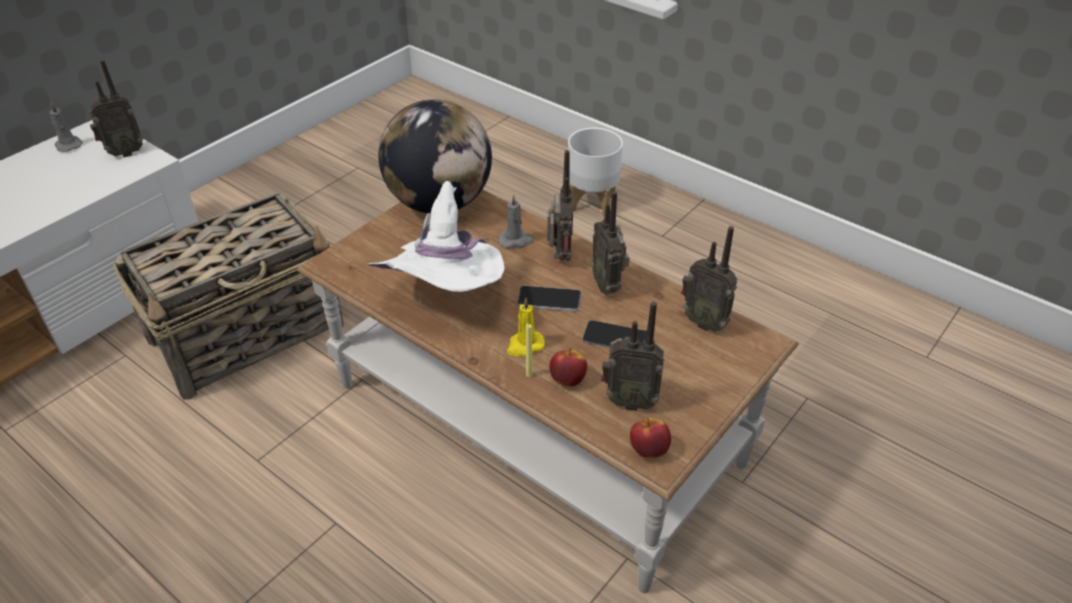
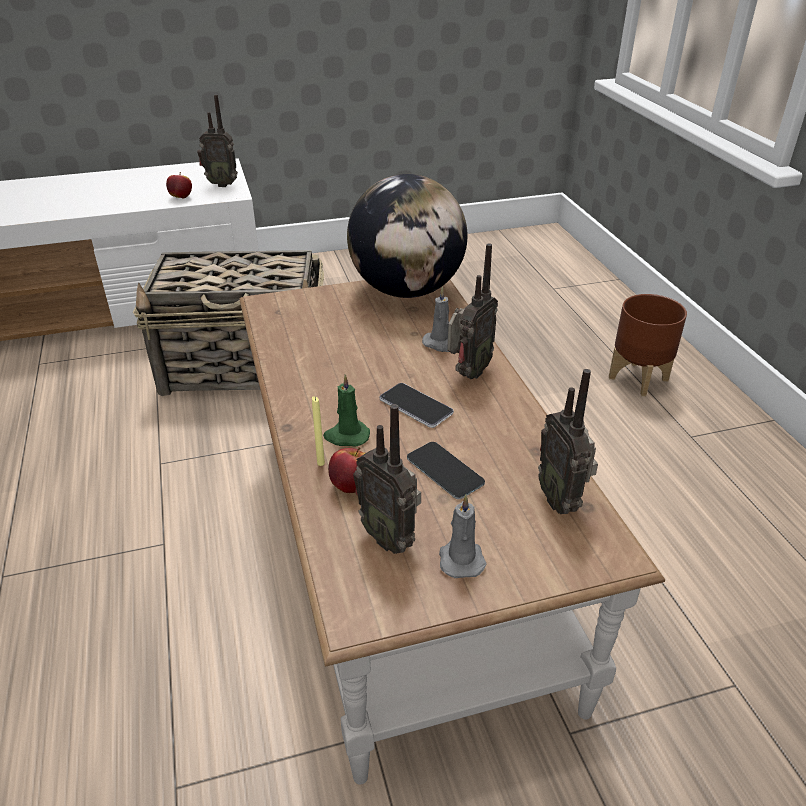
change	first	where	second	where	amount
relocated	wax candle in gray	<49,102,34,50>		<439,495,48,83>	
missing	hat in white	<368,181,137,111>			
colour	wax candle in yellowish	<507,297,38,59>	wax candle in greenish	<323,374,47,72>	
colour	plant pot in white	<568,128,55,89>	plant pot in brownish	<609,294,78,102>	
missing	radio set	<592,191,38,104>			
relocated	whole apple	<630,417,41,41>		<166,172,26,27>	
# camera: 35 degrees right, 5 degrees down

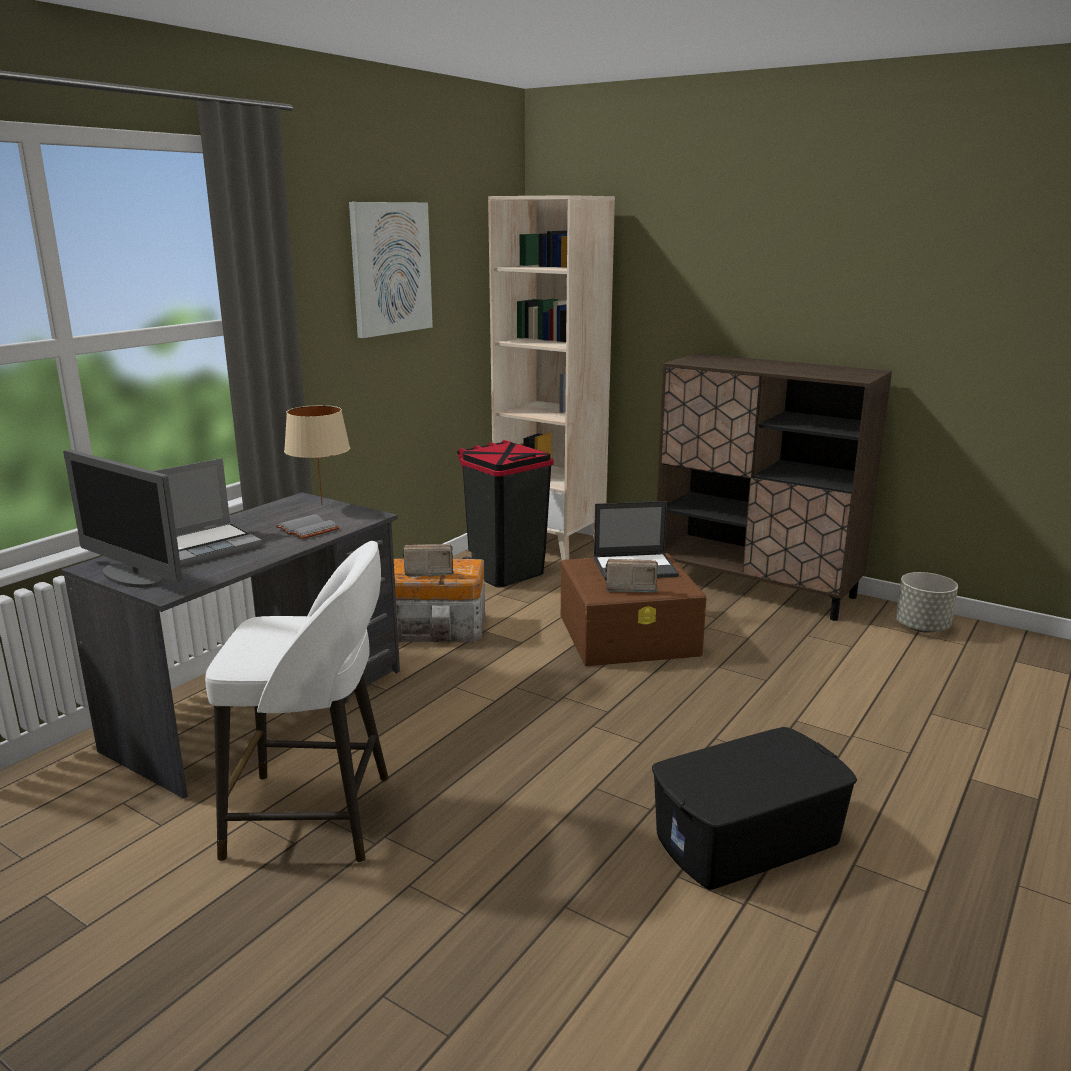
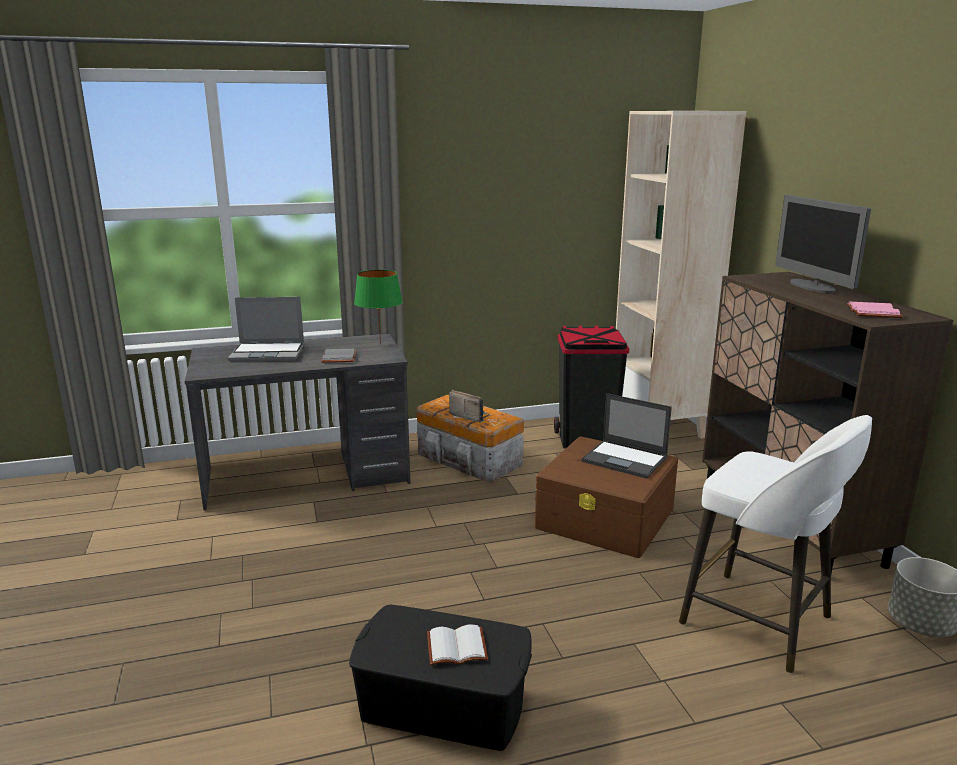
change	first	where	second	where	amount
relocated	monitor	<63,449,120,139>		<775,195,96,98>	
relocated	stool in white	<205,541,183,321>		<679,415,193,258>	
colour	lamp for a table in beige	<284,405,66,99>	lamp for a table in greenish	<354,270,49,75>	
missing	picture	<349,202,84,136>			
missing	radio set	<605,559,53,33>			
appeared			book in white	<427,624,61,41>	
appeared			book in pink	<846,302,56,16>	
# camera: 40 degrees right, 0 degrees up

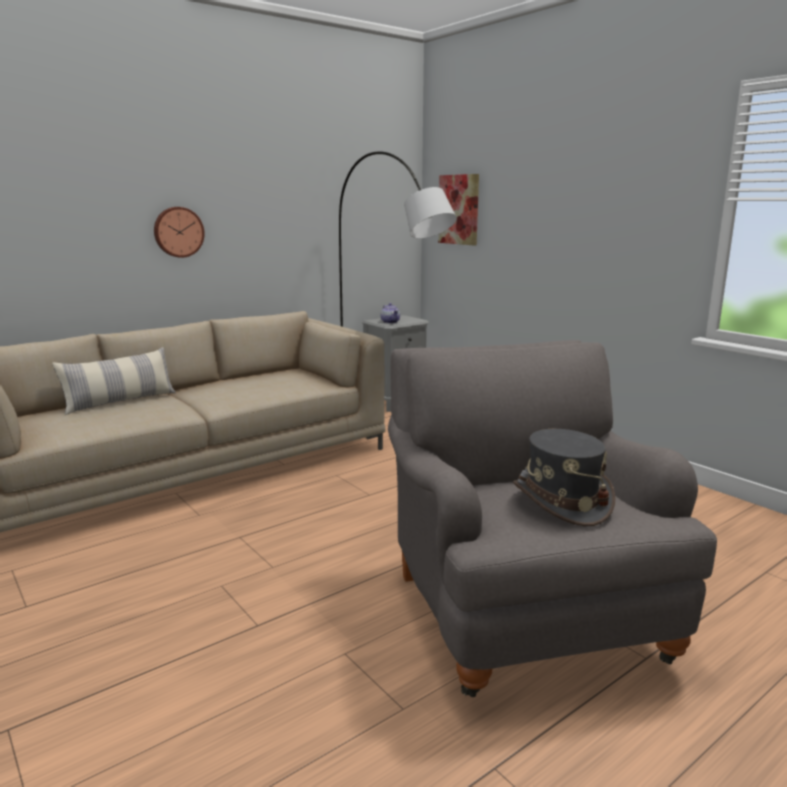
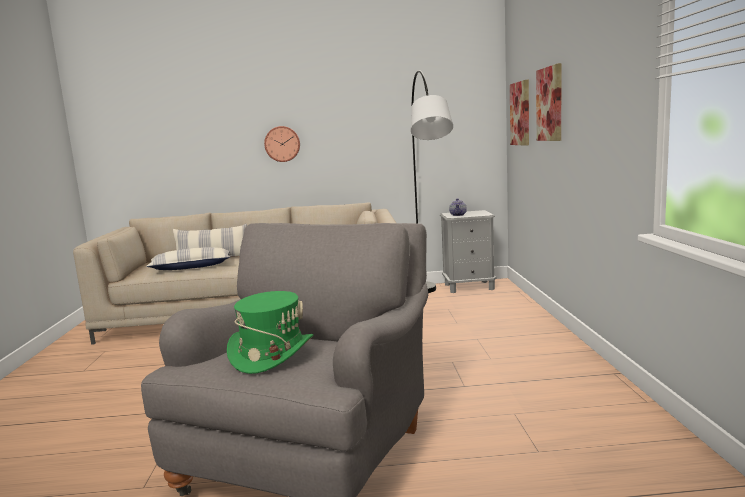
change	first	where	second	where	amount
colour	hat in gray	<513,429,102,97>	hat in greenish	<227,291,86,83>	
appeared			cushion	<146,247,84,23>	
appeared			picture	<536,63,26,78>	
# camera: 35 degrees right, 5 degrees down

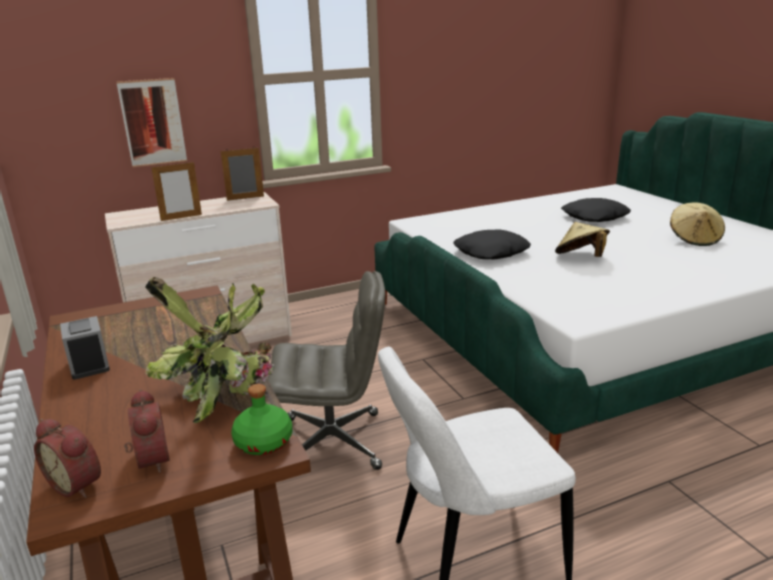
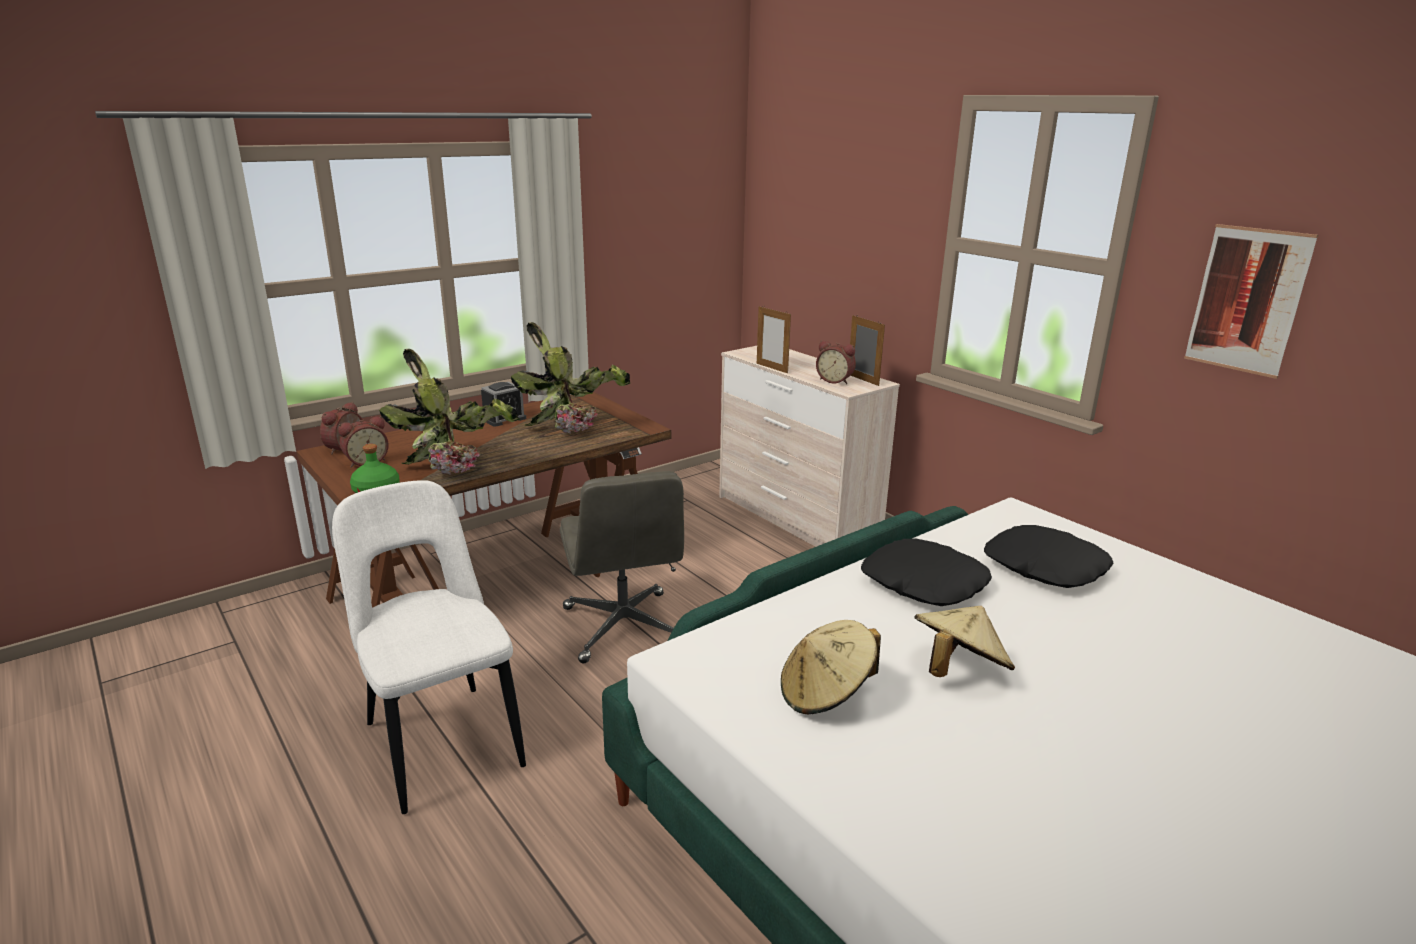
change	first	where	second	where	amount
relocated	picture	<116,78,71,89>		<1184,224,134,155>	
relocated	cushion in blackish	<561,198,70,24>		<984,525,130,63>	
relocated	hat in beige	<670,202,55,44>		<781,620,100,94>	
appeared			potted plant	<511,322,119,112>	
appeared			table clock	<816,340,40,44>	
# camera: 75 degrees right, 0 degrees up

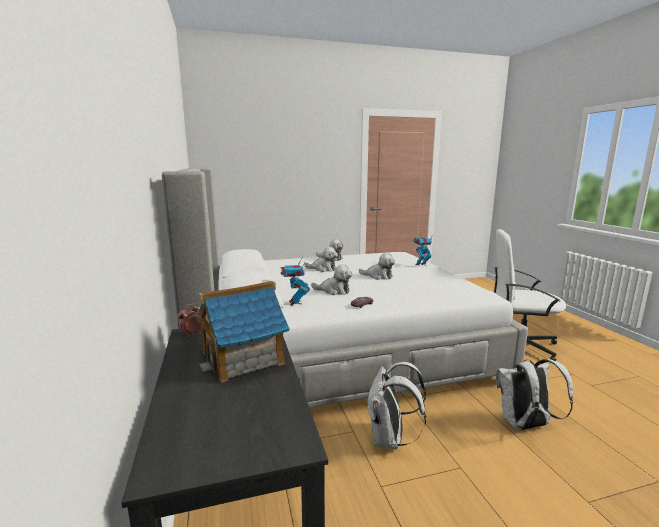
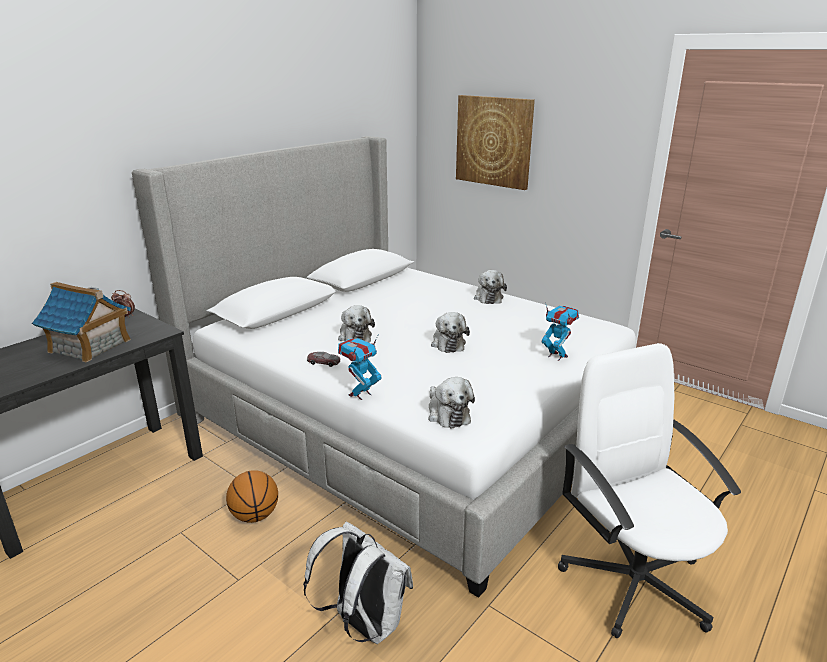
change	first	where	second	where	amount
relocated	model robot	<280,260,30,46>		<338,334,44,66>	
relocated	plush toy	<304,247,34,25>		<428,377,47,51>	
exchanged	rucksack in white	<367,362,59,87>	basketball	<226,470,52,53>	
appeared			picture	<456,95,79,95>	
# camera: 55 degrees right, 10 degrees up

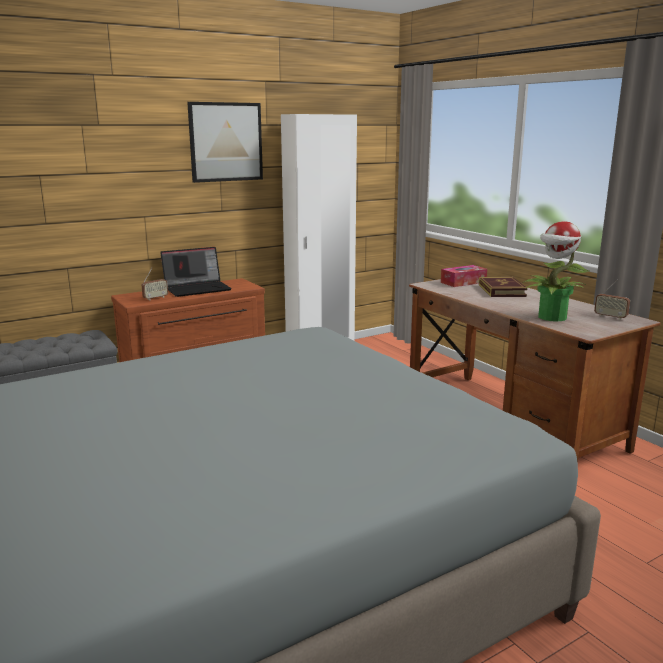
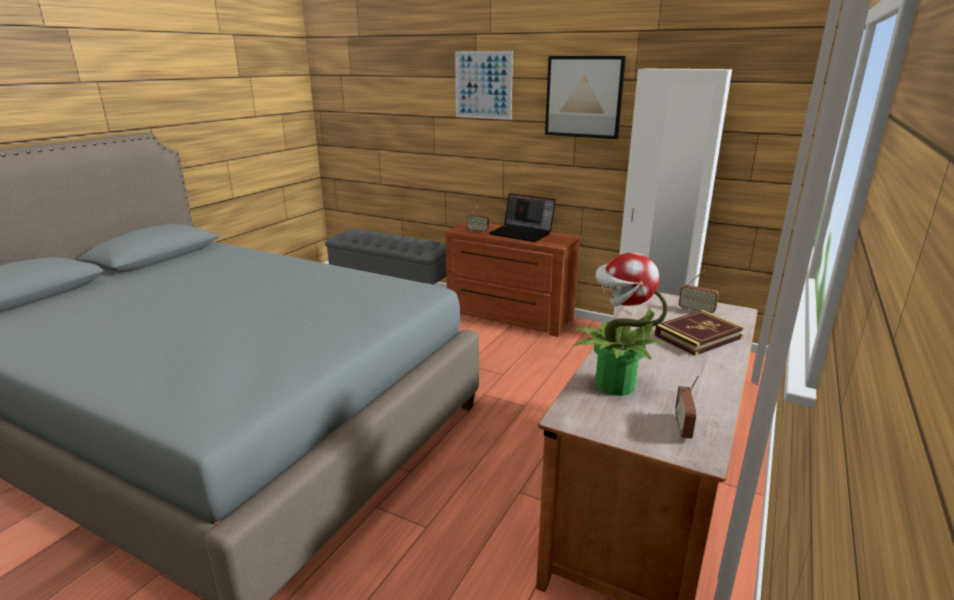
change	first	where	second	where	amount
exchanged	tissue holder	<441,265,46,22>	radio set	<679,270,40,43>	
appeared			picture	<455,51,58,69>	
# camera: 60 degrees right, 5 degrees up

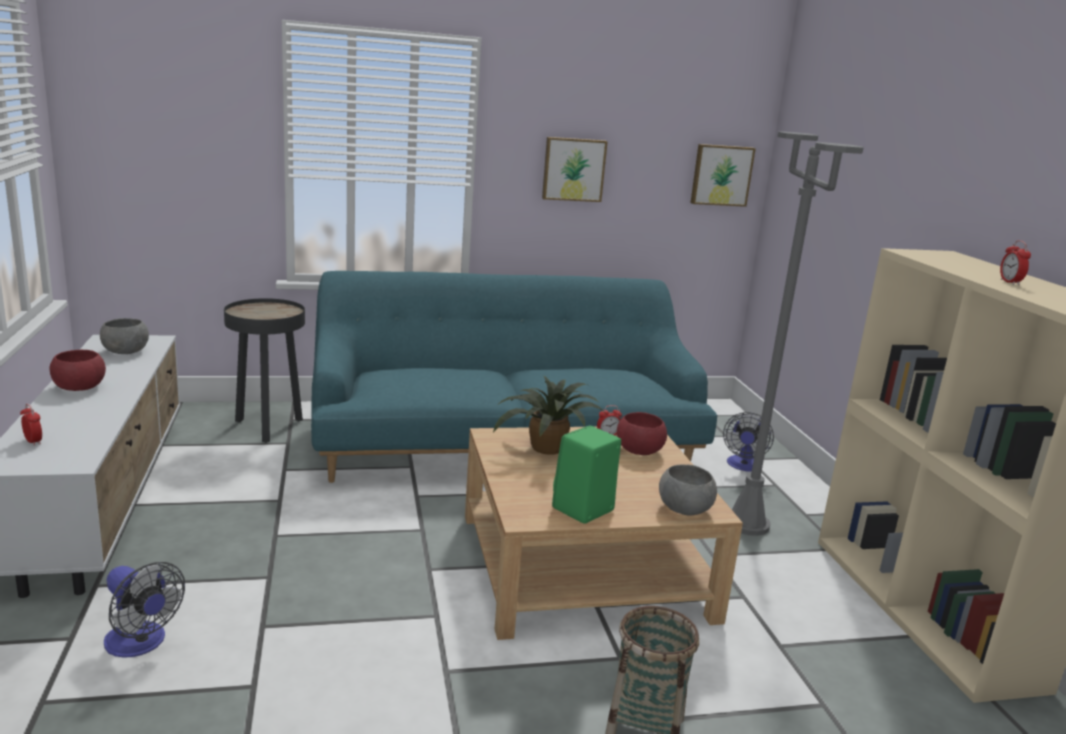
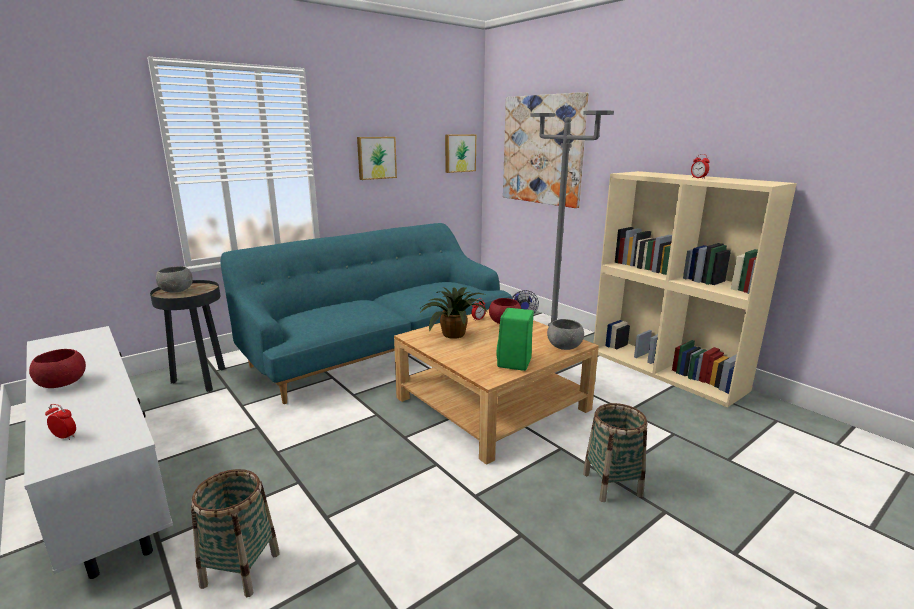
change	first	where	second	where	amount
relocated	deep dish in gray	<100,318,49,36>		<156,266,37,27>	
exchanged	fan	<104,562,81,96>	basket	<191,469,89,128>	
appeared			picture	<503,92,86,116>	
# camera: 25 degrees left, 0 degrees up

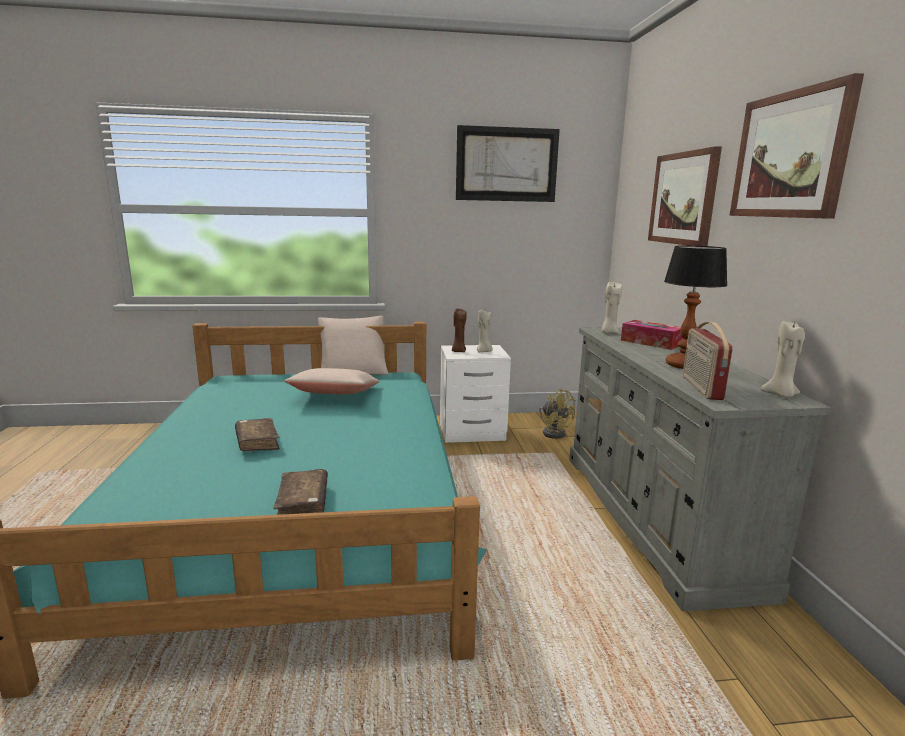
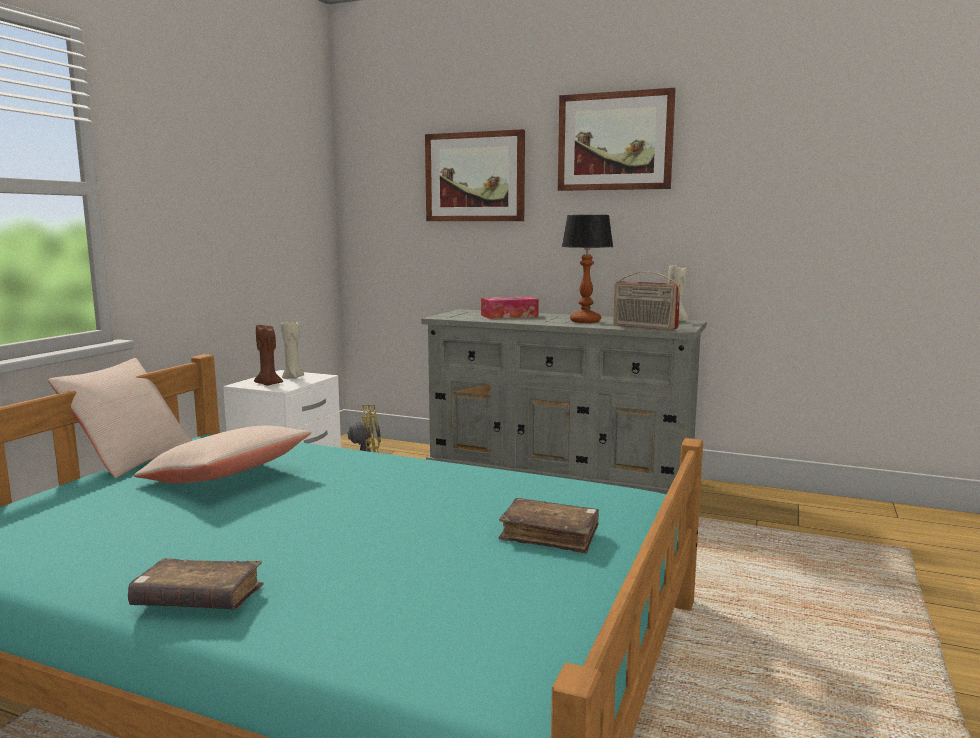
change	first	where	second	where	amount
relocated	book in brownish	<235,418,45,34>		<128,558,136,51>	
missing	picture	<456,125,104,77>			
missing	wax candle in beige	<601,282,21,52>			
# camera: 60 degrees left, 5 degrees down

